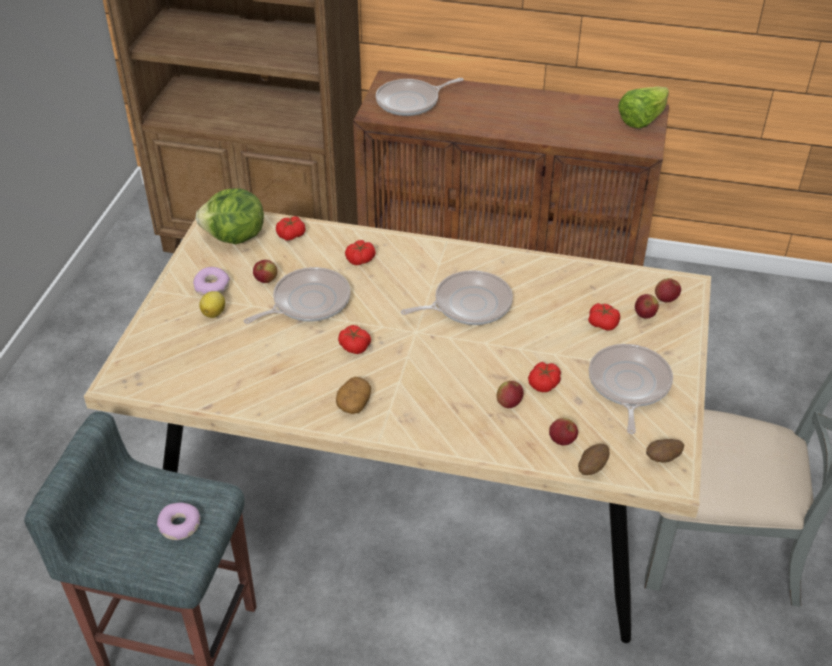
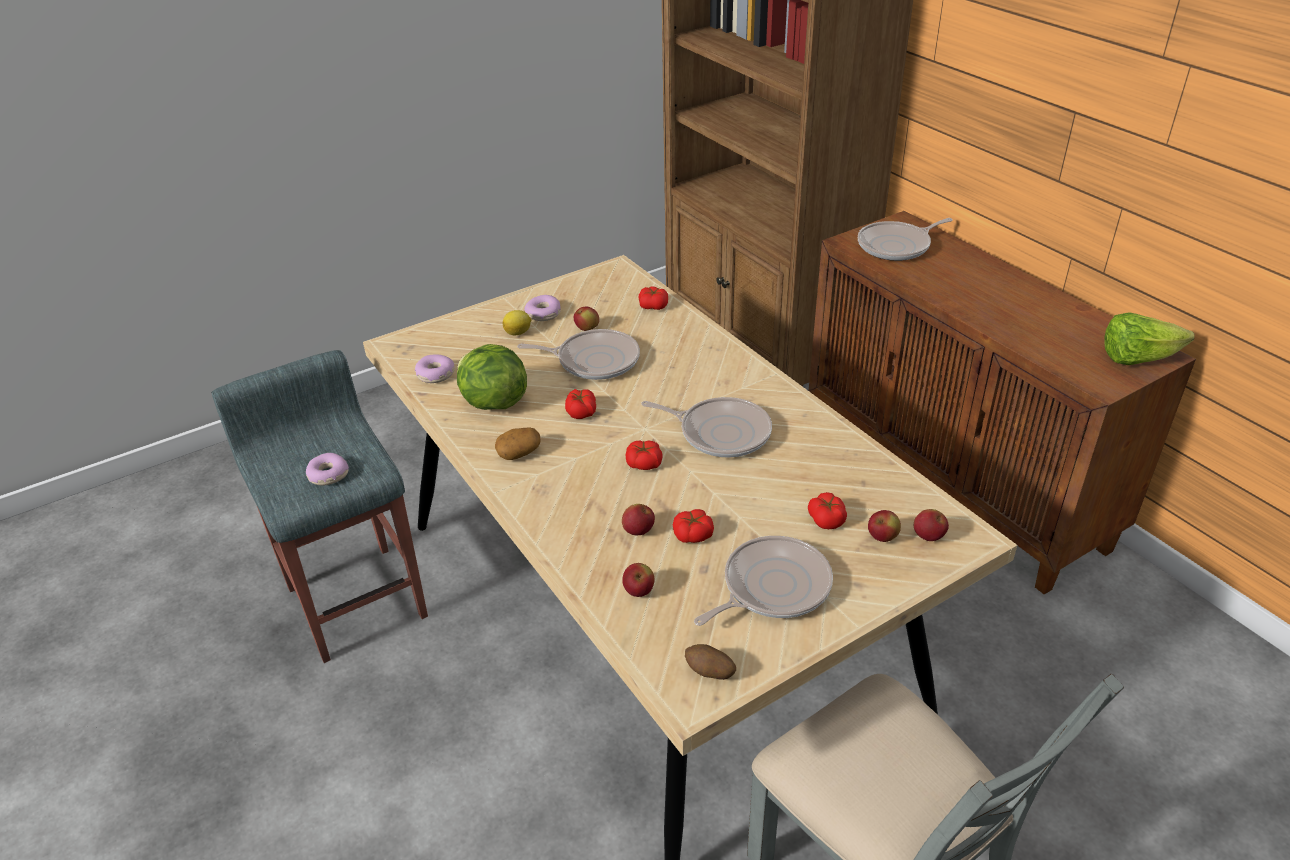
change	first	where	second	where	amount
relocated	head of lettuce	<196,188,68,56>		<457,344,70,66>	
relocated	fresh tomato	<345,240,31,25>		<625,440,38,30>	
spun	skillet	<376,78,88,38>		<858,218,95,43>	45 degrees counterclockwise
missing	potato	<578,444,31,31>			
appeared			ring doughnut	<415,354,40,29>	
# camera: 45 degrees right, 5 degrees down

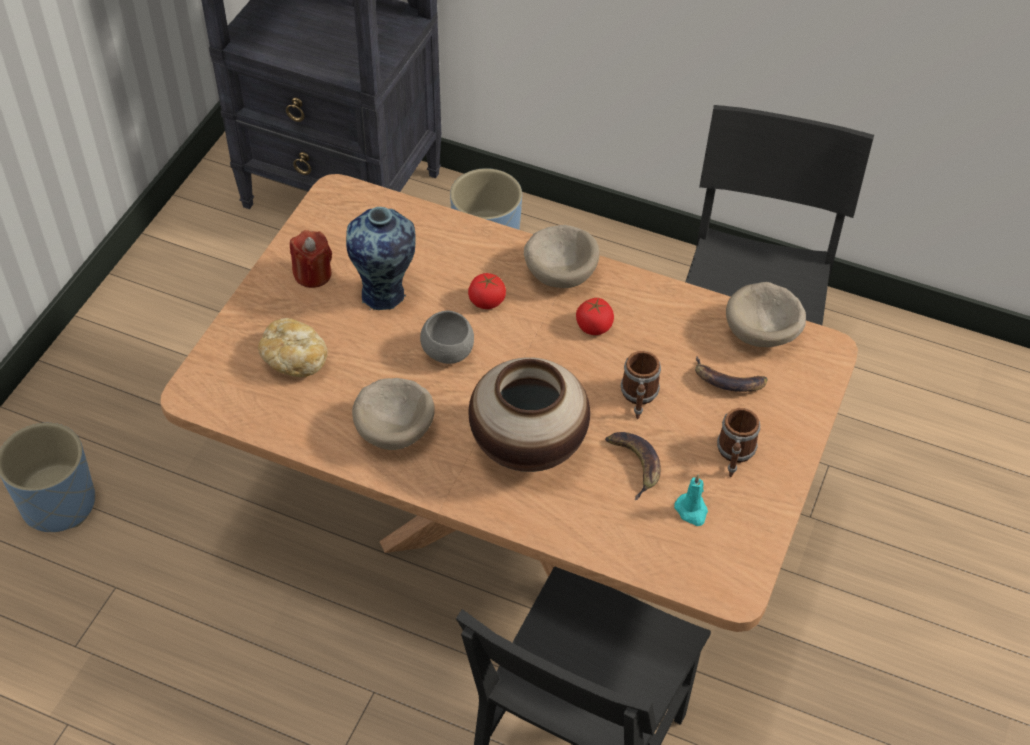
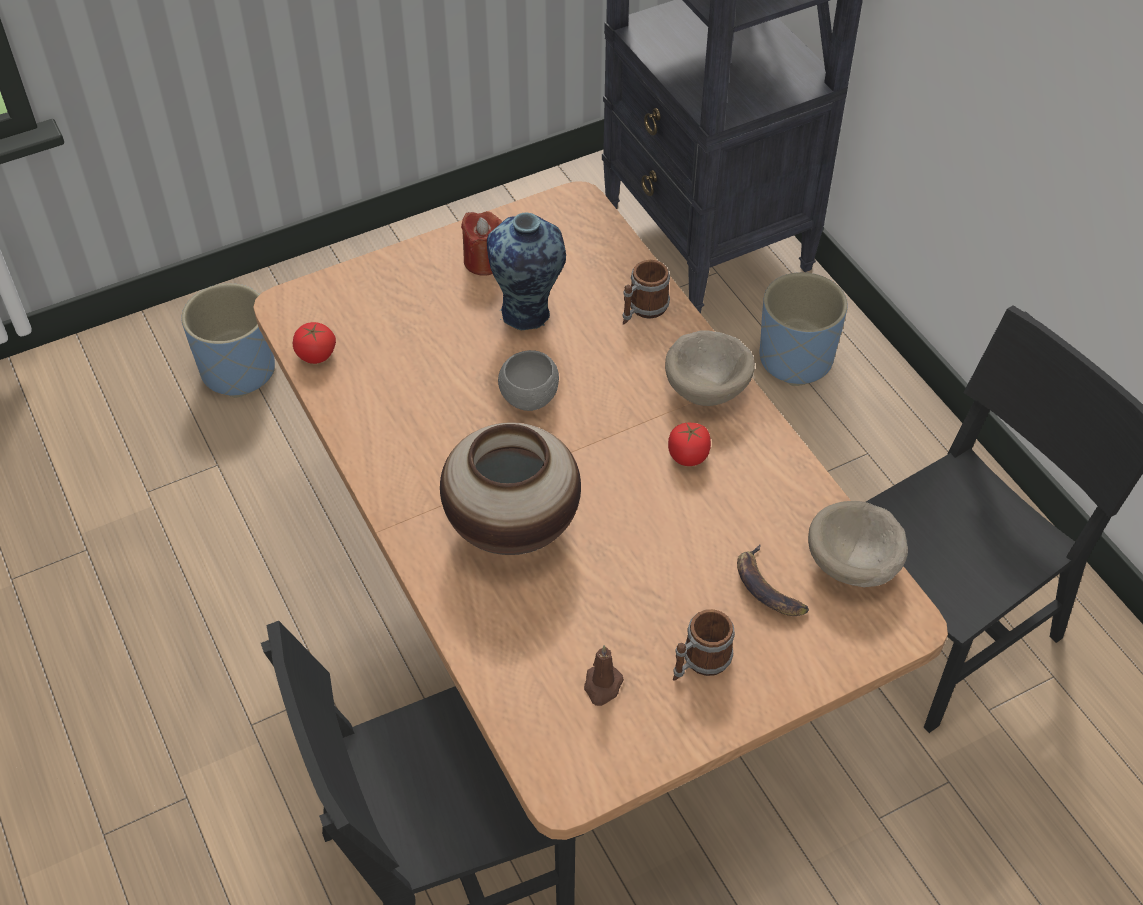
change	first	where	second	where	amount
missing	baked bread	<258,318,70,59>			
missing	deep dish in beige	<352,378,83,72>			
relocated	fresh tomato	<468,273,38,36>		<293,322,43,42>	
missing	whole banana	<605,432,56,68>			
relocated	tea mug	<621,351,40,68>		<623,260,47,64>	
colour	wax candle in turquoise-coloured	<674,475,34,51>	wax candle in brownish	<584,645,40,61>	
# camera: 40 degrees right, 0 degrees up

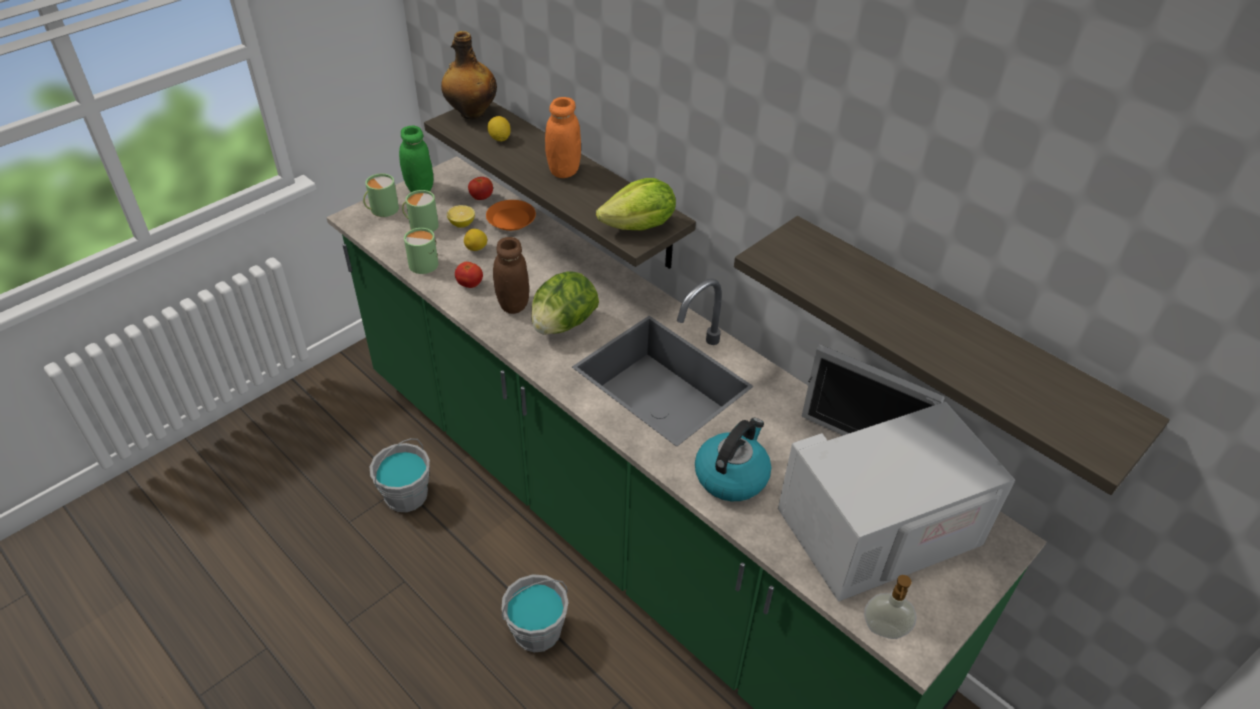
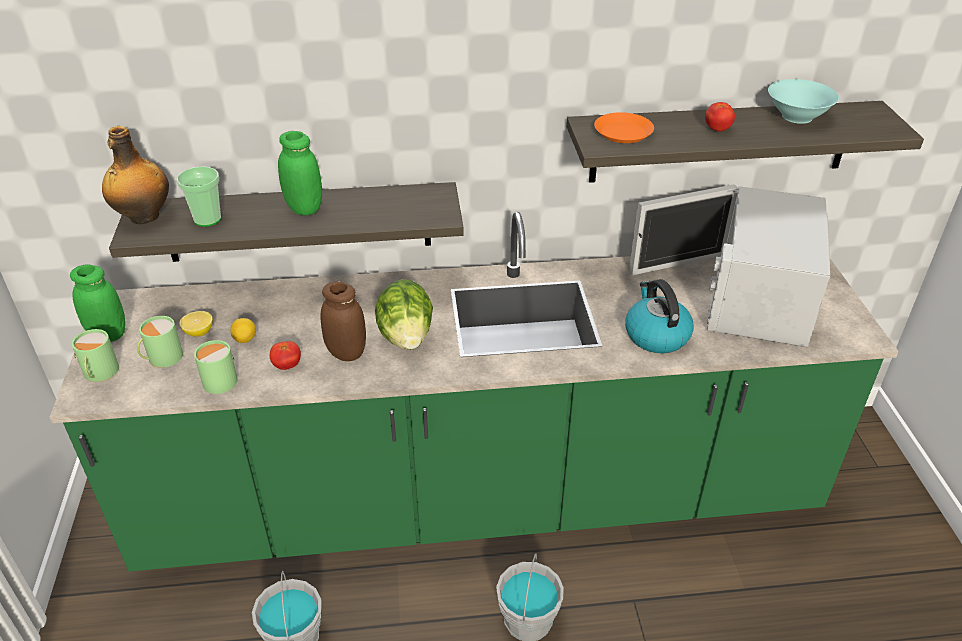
change	first	where	second	where	amount
relocated	fresh tomato	<468,177,25,23>		<705,102,30,30>	
relocated	dinner plate in orangey	<486,200,50,31>		<594,112,60,31>	
exchanged	whole lemon	<487,116,24,25>	small cup	<177,166,44,61>	
colour	preserve jar in orangey	<545,97,36,81>	preserve jar in greenish	<278,131,44,85>	
missing	head of lettuce	<596,178,80,52>			
missing	soap bottle	<864,575,53,64>			
appeared			deep dish in turquoise-coloured	<768,79,71,45>	
# camera: 50 degrees left, 5 degrees down

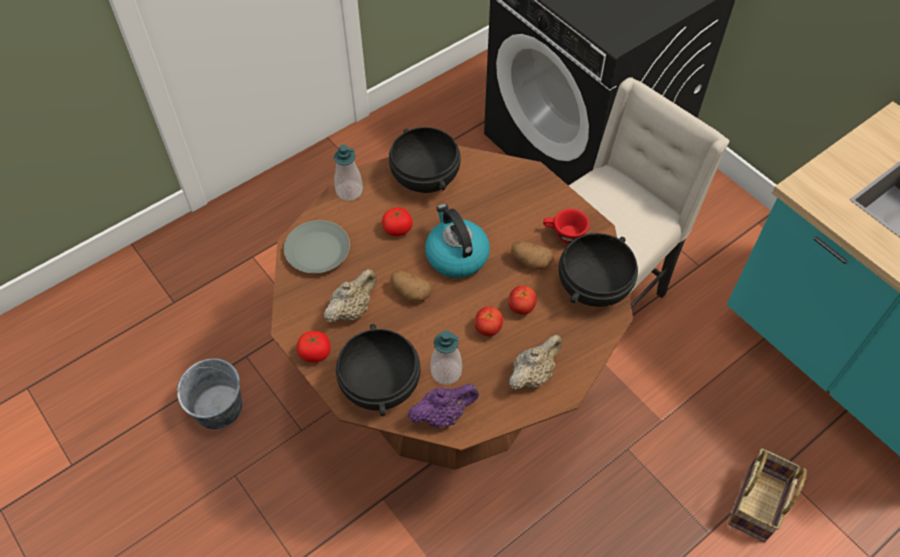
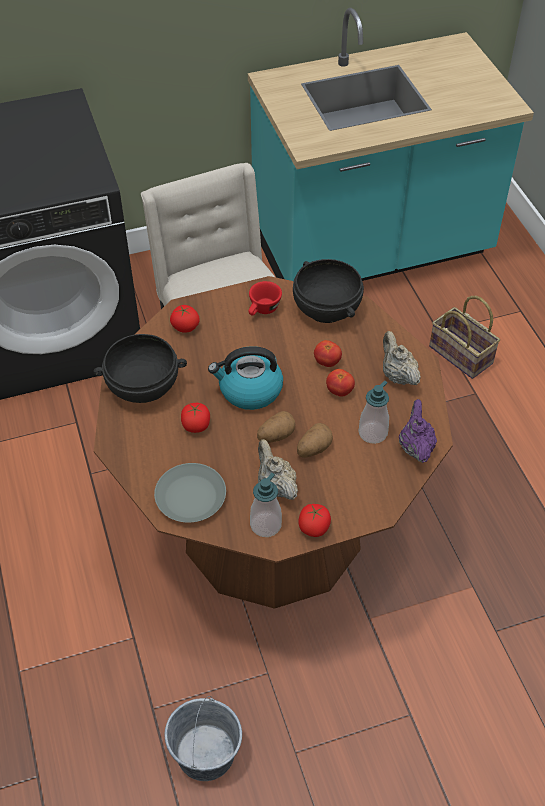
change	first	where	second	where	amount
relocated	soap bottle	<334,145,29,56>		<250,473,32,64>	
missing	deep dish in blackish	<336,324,84,92>			
relocated	potato	<511,241,43,29>		<297,423,36,35>	
appeared			fresh tomato	<170,305,30,28>	
# camera: 70 degrees left, 5 degrees down

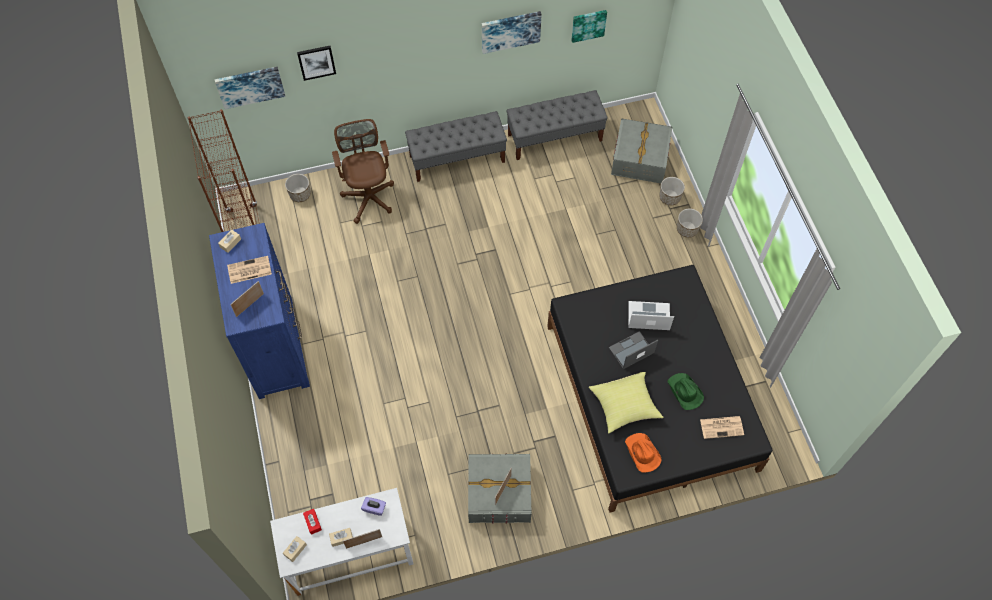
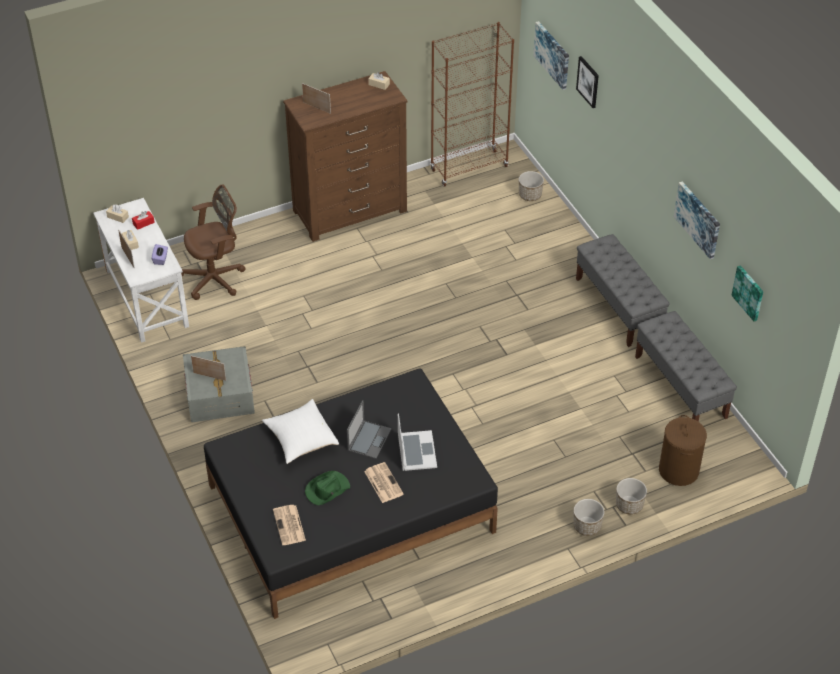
change	first	where	second	where	amount
colour	chest of drawers in blue-coloured	<209,223,101,176>	chest of drawers in brownish	<283,71,125,171>	
relocated	daily paper	<227,256,45,28>		<364,462,40,41>	
relocated	computer chair in brownish	<332,119,62,105>		<181,184,64,116>	
colour	cushion in yellowish	<589,372,74,61>	cushion in white	<262,399,77,65>	
spun	notebook computer	<609,331,49,38>		<347,400,45,59>	60 degrees clockwise
exchanged	storage box in gray	<611,119,61,64>	laundry basket in brownish	<659,415,48,71>	
missing	hat in orangey	<625,433,37,40>			
# camera: 80 degrees right, 15 degrees down

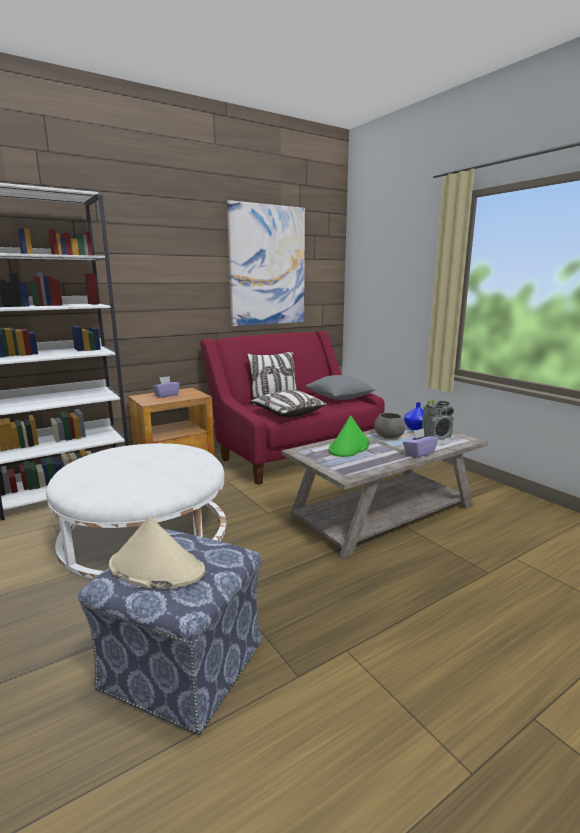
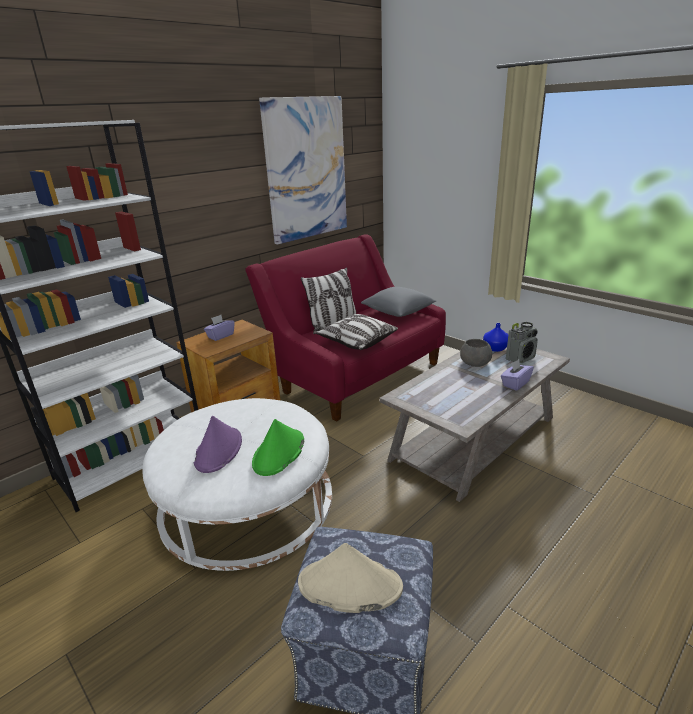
change	first	where	second	where	amount
relocated	hat in greenish	<329,416,41,41>		<252,419,52,57>	
appeared			hat in purple	<194,416,48,57>	
# camera: 10 degrees left, 10 degrees up

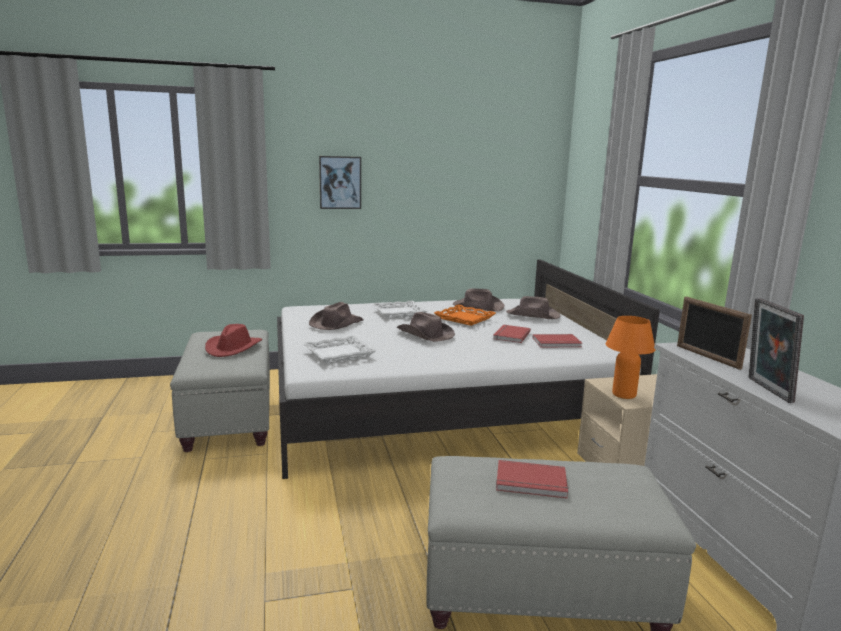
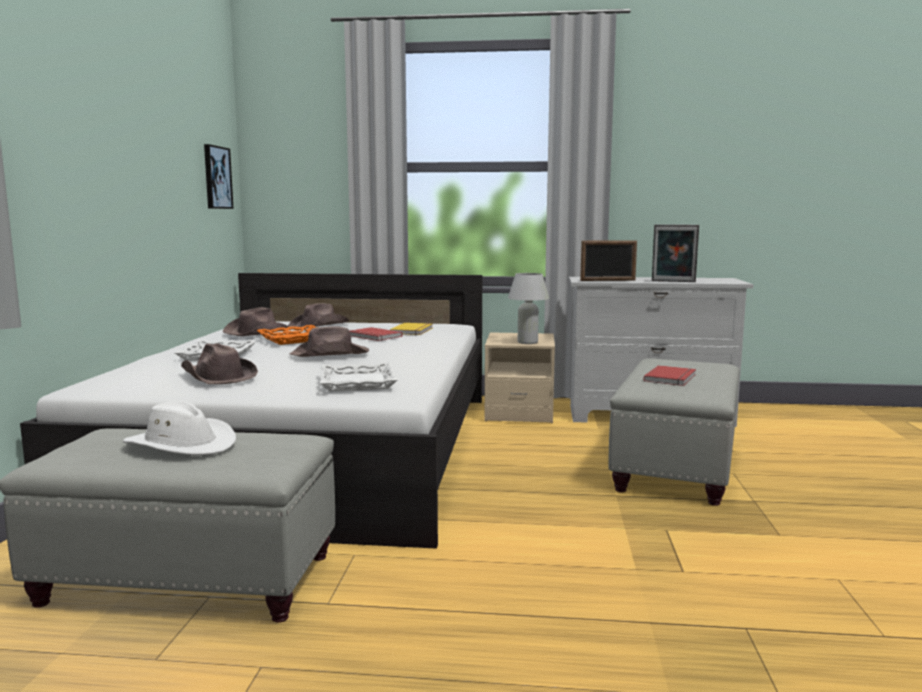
change	first	where	second	where	amount
colour	hat in reddish	<205,324,57,33>	hat in white	<123,401,113,54>	
relocated	picture	<319,156,42,53>		<204,144,30,65>	
colour	book in reddish	<532,334,50,13>	book in yellowish	<390,323,42,12>	
colour	lamp for a table in orangey	<606,316,50,83>	lamp for a table in white	<508,273,41,71>	
# camera: 70 degrees left, 5 degrees down

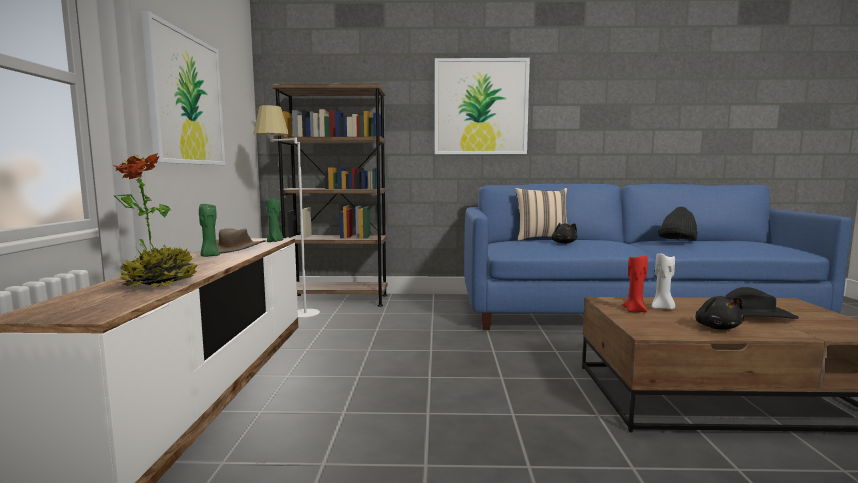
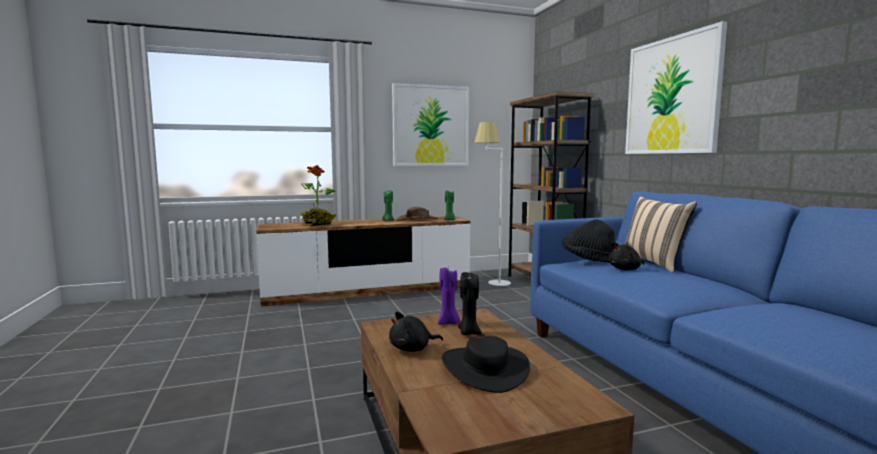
change	first	where	second	where	amount
colour	wax candle in reddish	<622,255,26,57>	wax candle in purple	<438,266,22,59>	
colour	wax candle in white	<652,253,23,56>	wax candle in blackish	<458,272,24,63>	
relocated	hat in blackish	<658,207,39,34>		<562,219,53,44>	
# camera: 70 degrees right, 0 degrees up

